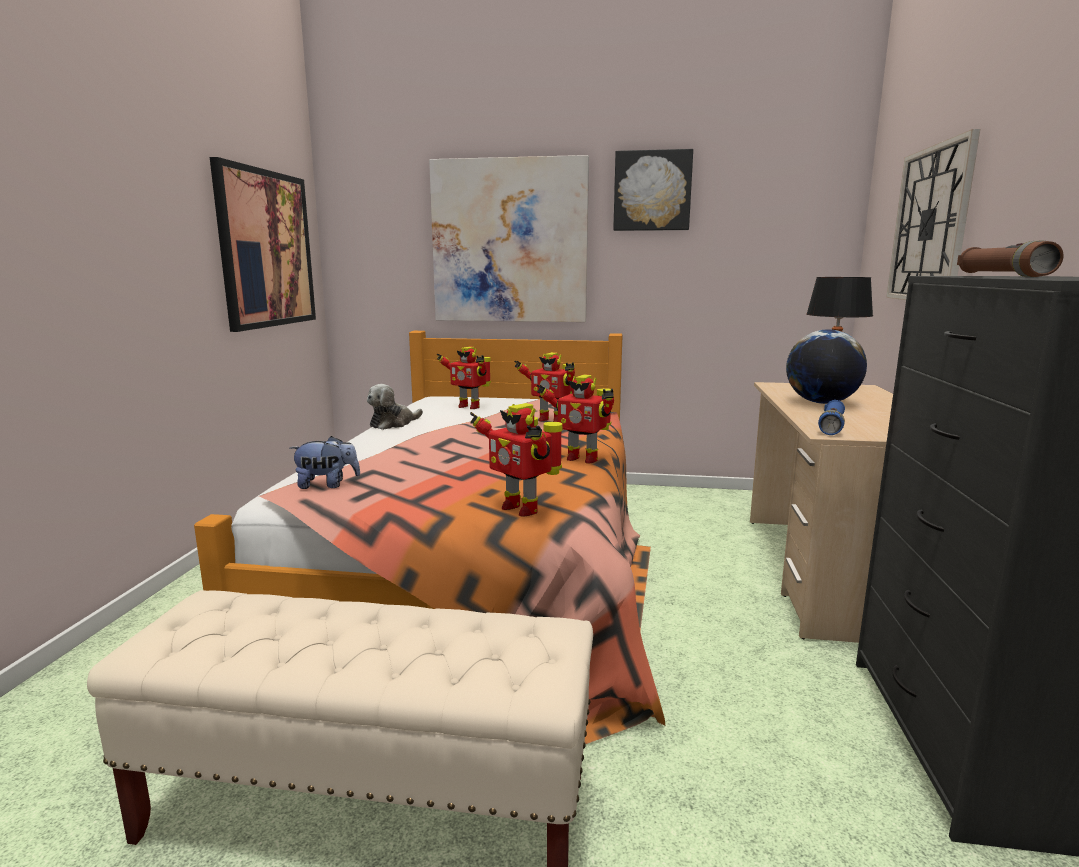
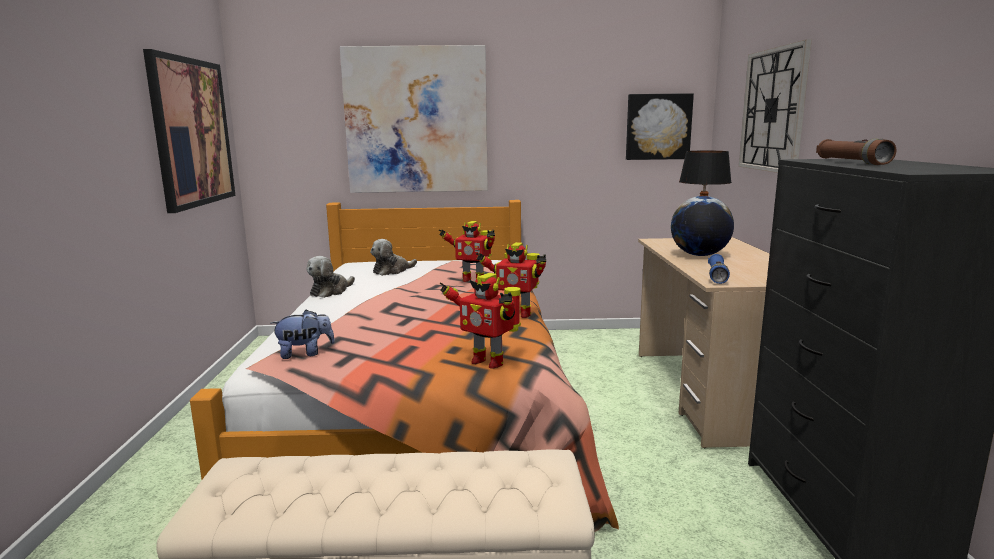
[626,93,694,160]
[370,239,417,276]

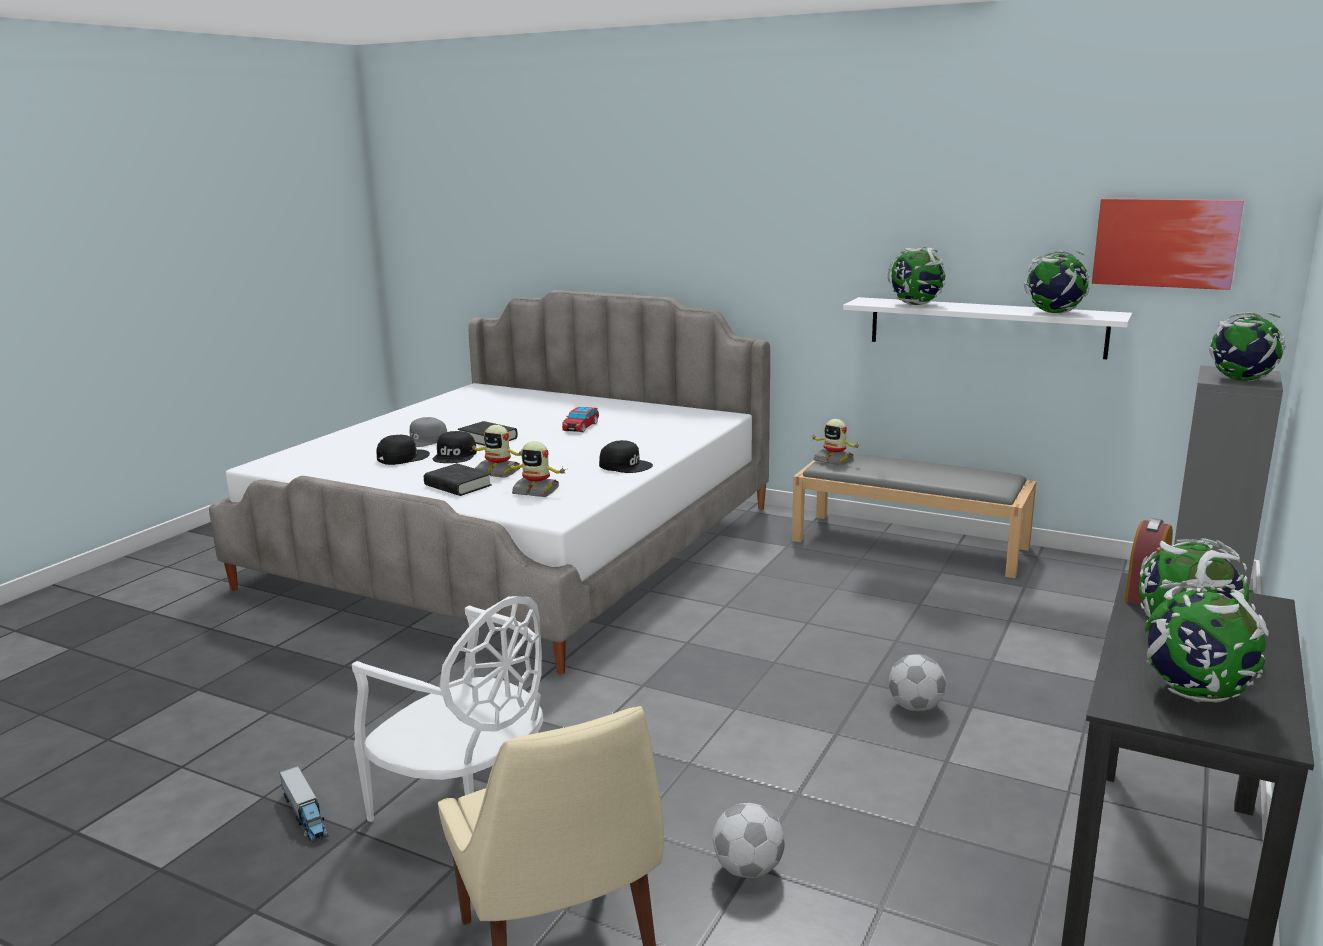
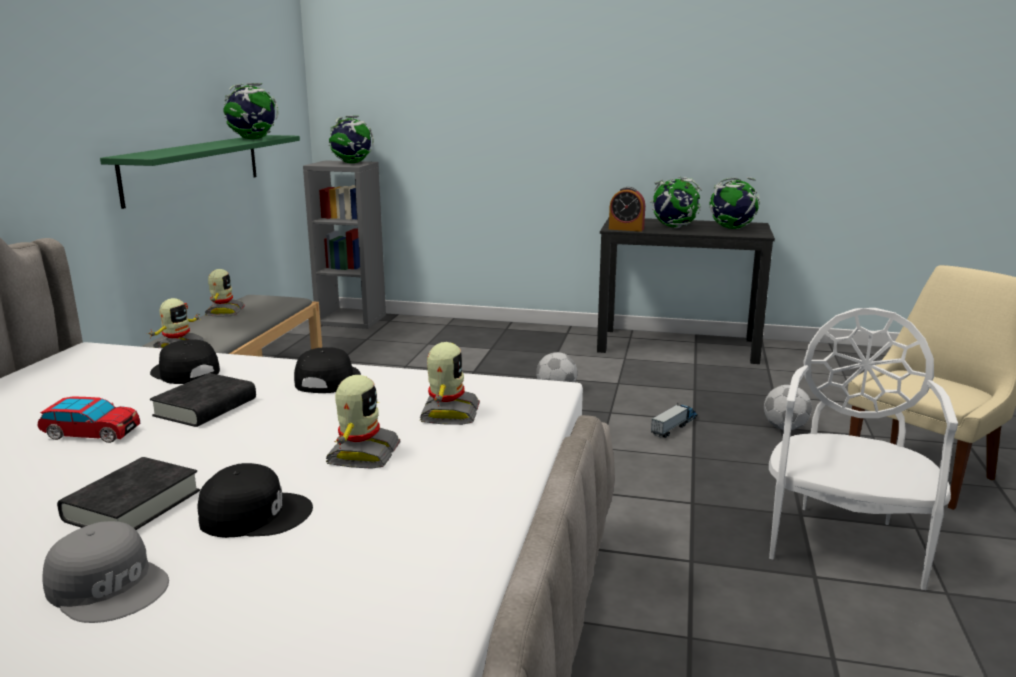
[1092,199,1244,290] (first image)
[888,247,946,305] (first image)
[100,135,300,209]
[150,339,220,384]
[150,373,256,427]
[651,404,698,438]
[205,269,245,317]

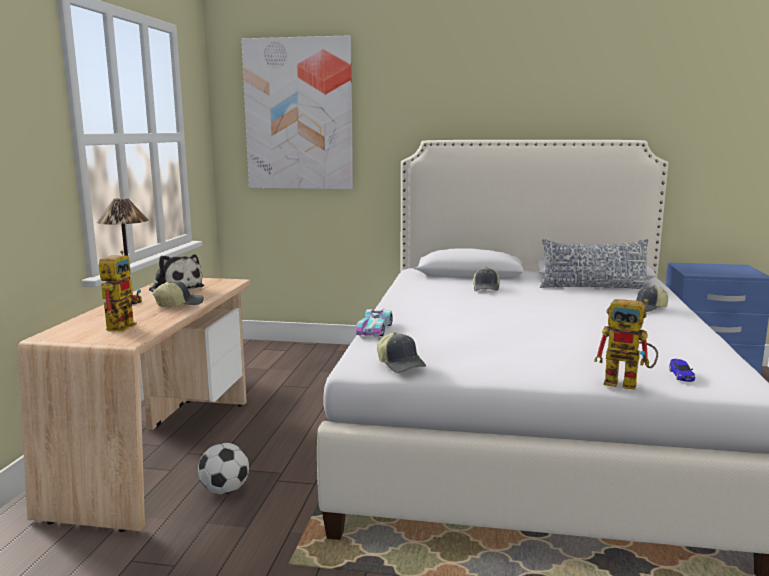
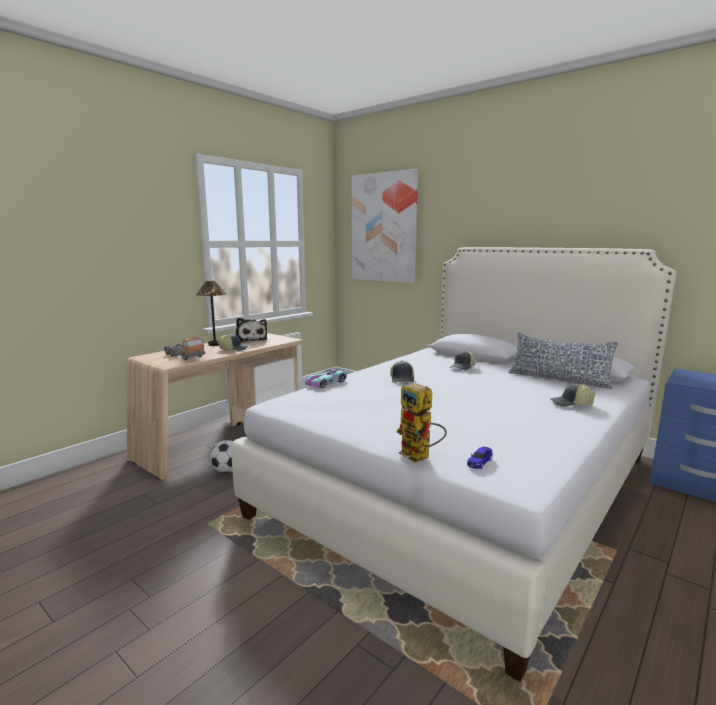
[164,337,206,360]
[390,360,414,383]

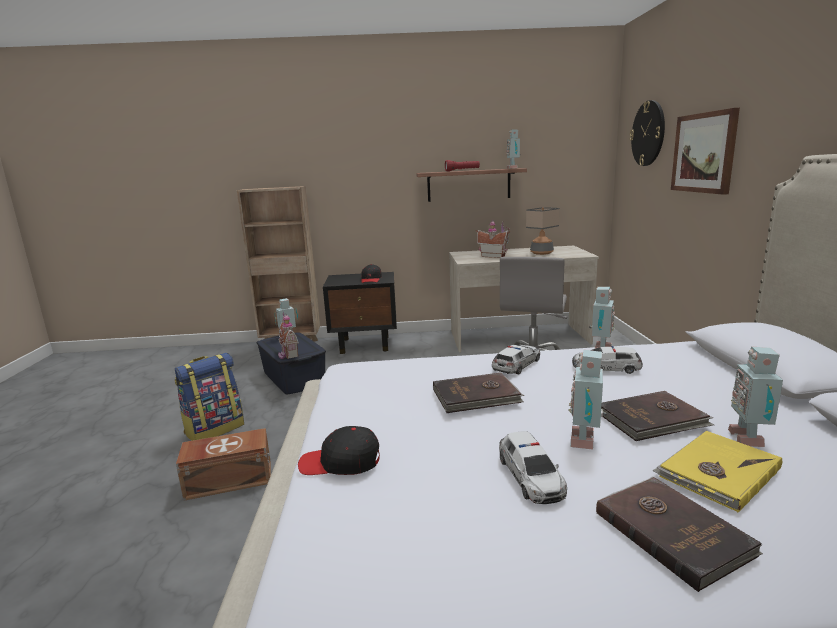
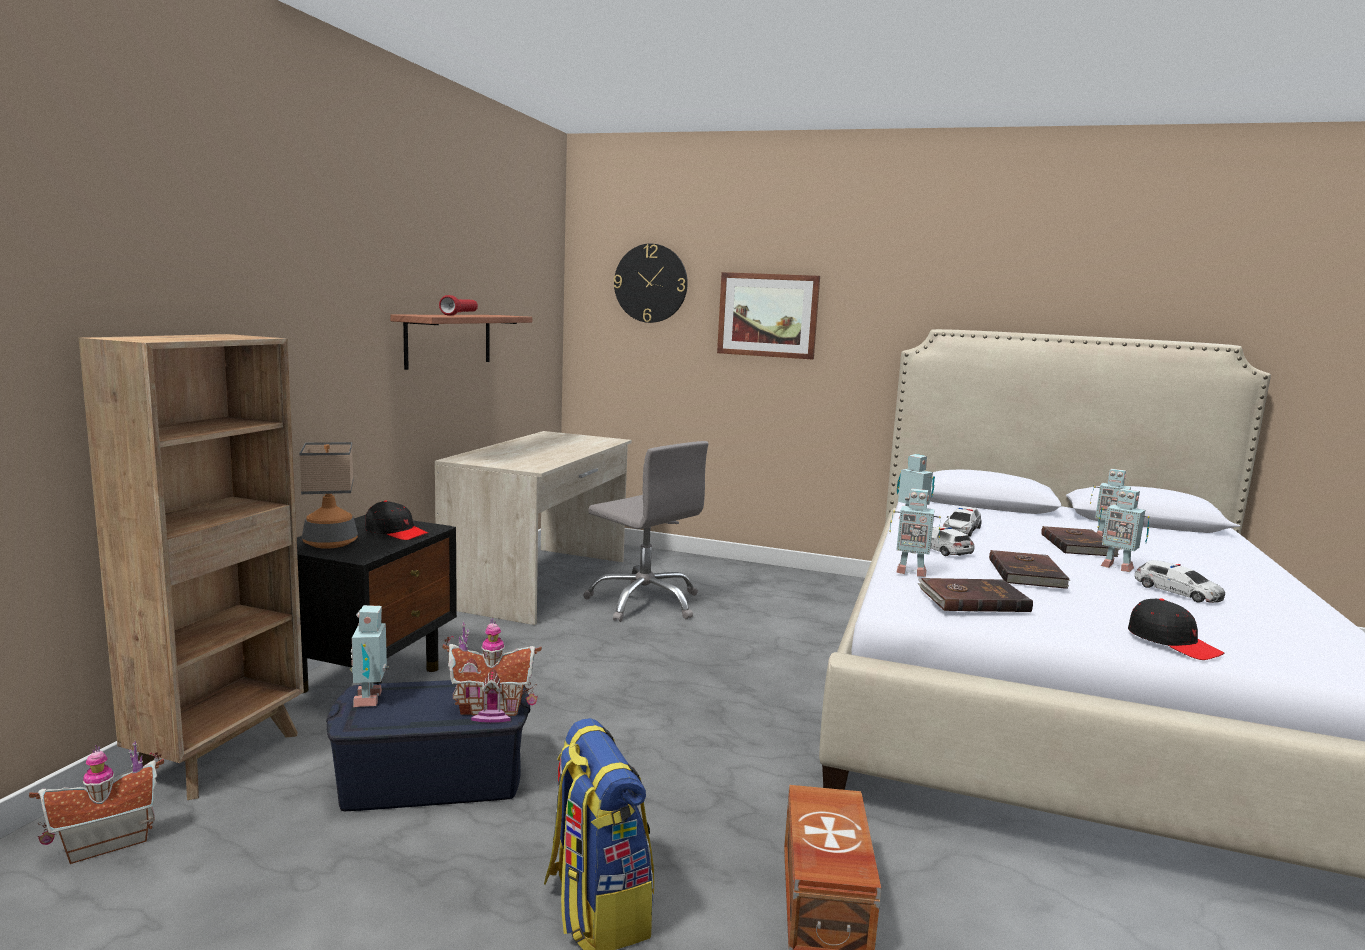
[889,488,941,577]
[299,442,358,549]
[29,741,164,864]
[1128,598,1224,660]
[1135,560,1225,603]
[653,431,782,512] (first image)
[918,578,1033,612]

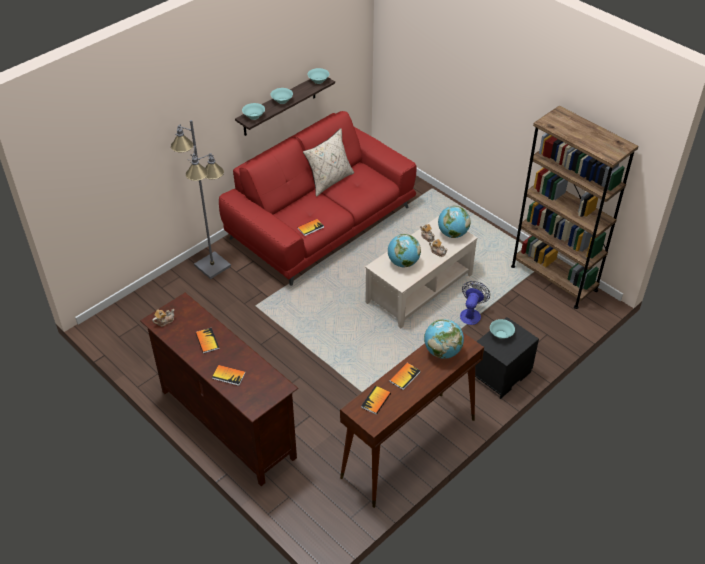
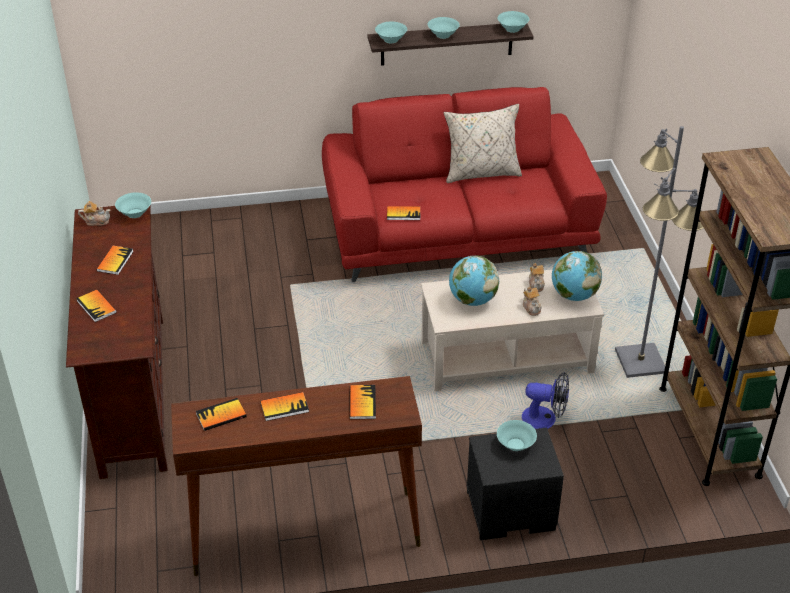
[615,126,704,378]
[522,372,569,429]
[349,385,376,419]
[115,192,151,218]

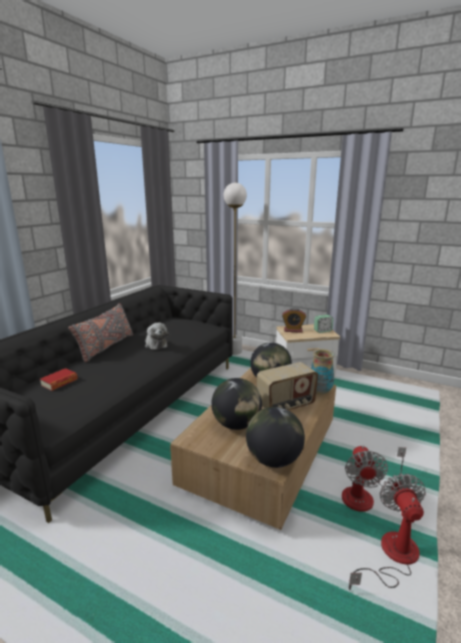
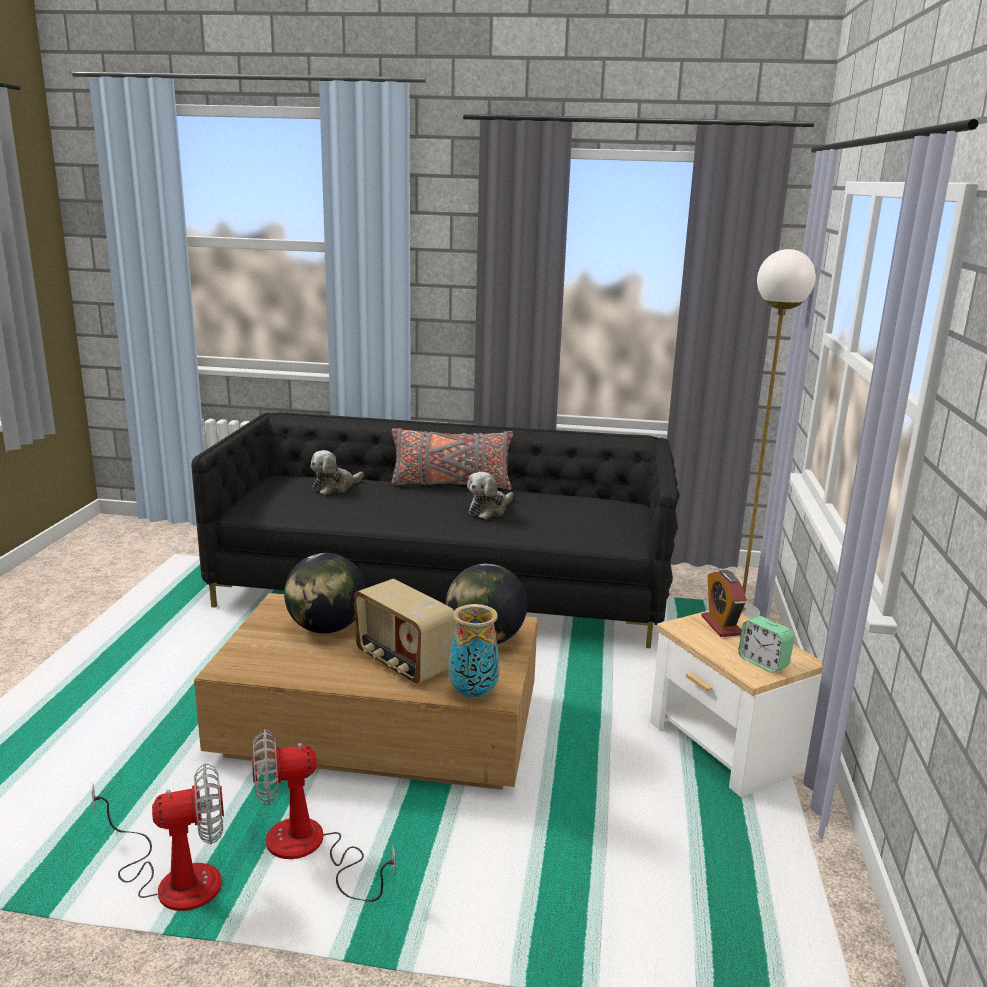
[310,450,364,495]
[246,407,305,468] (first image)

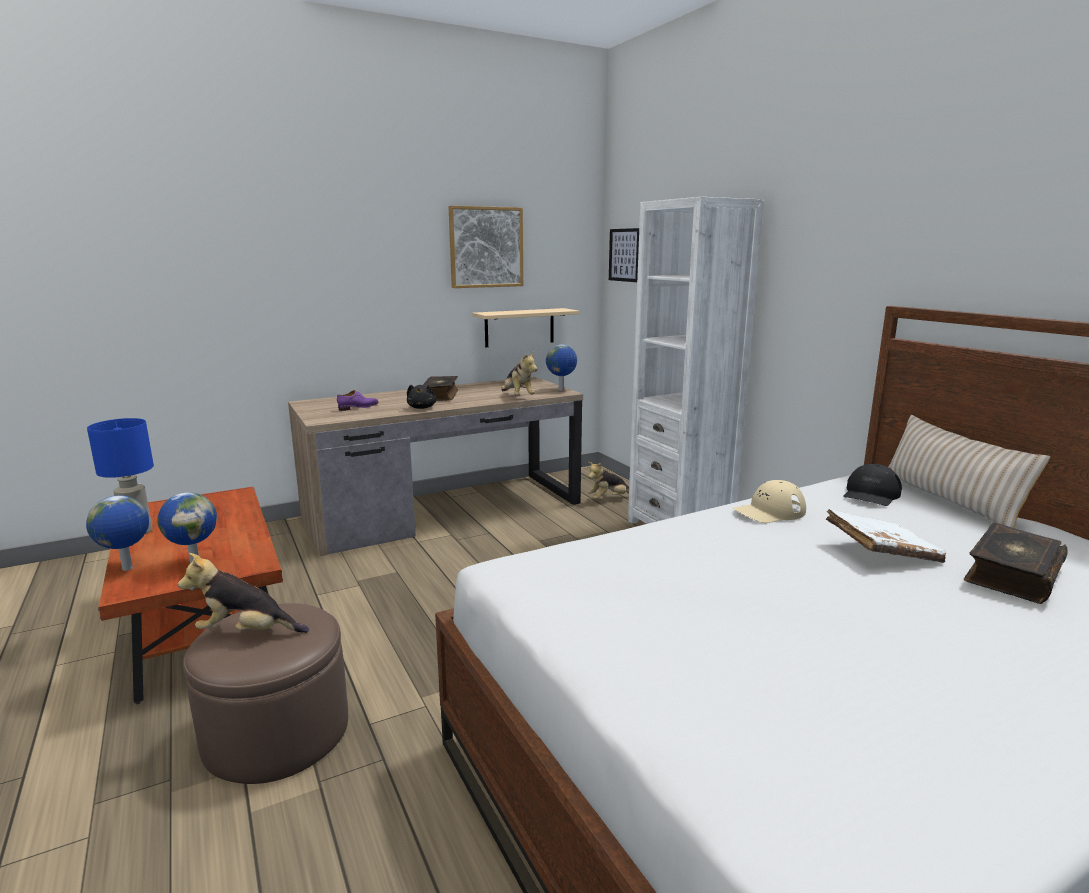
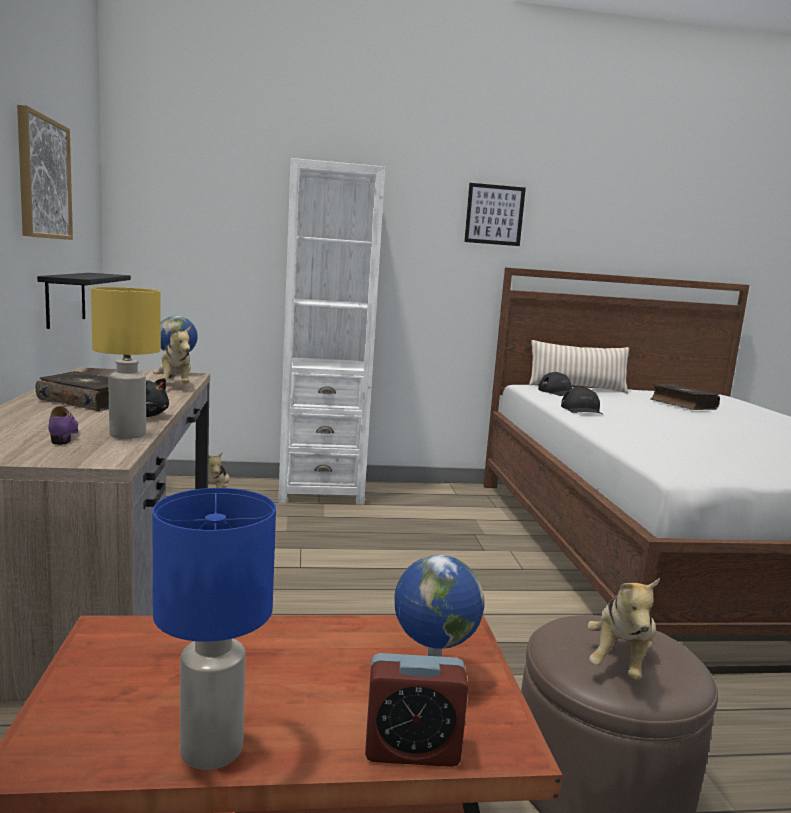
[464,183,526,246]
[37,273,131,329]
[153,326,191,383]
[561,387,602,414]
[365,653,468,767]
[826,509,946,563] (first image)
[91,287,161,439]

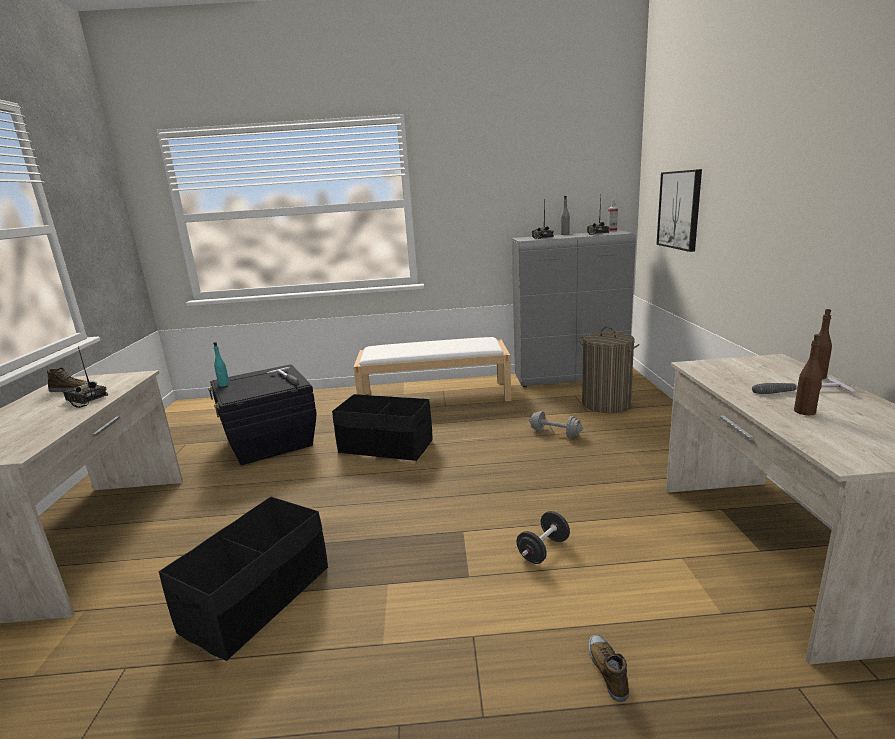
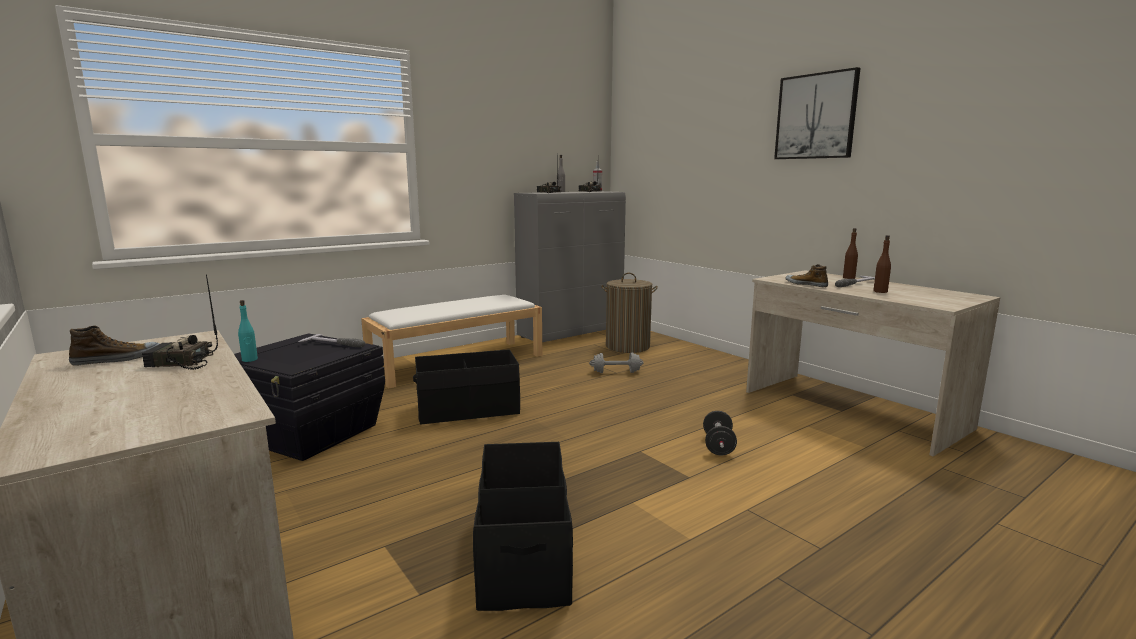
[774,67,860,159]
[785,264,828,287]

